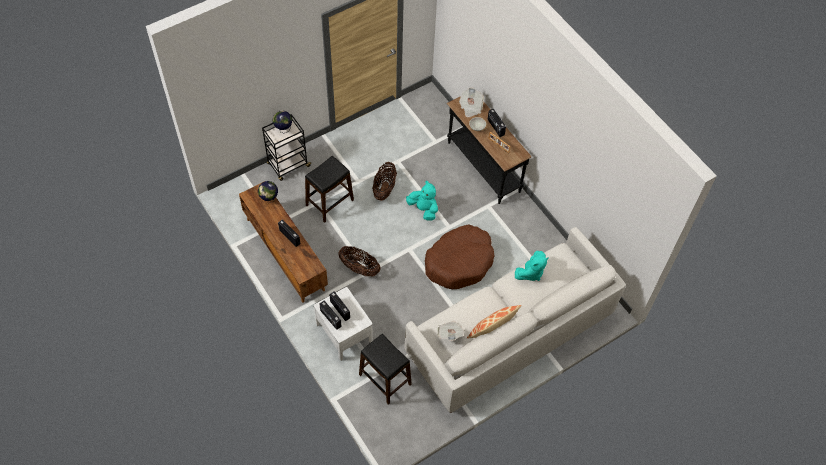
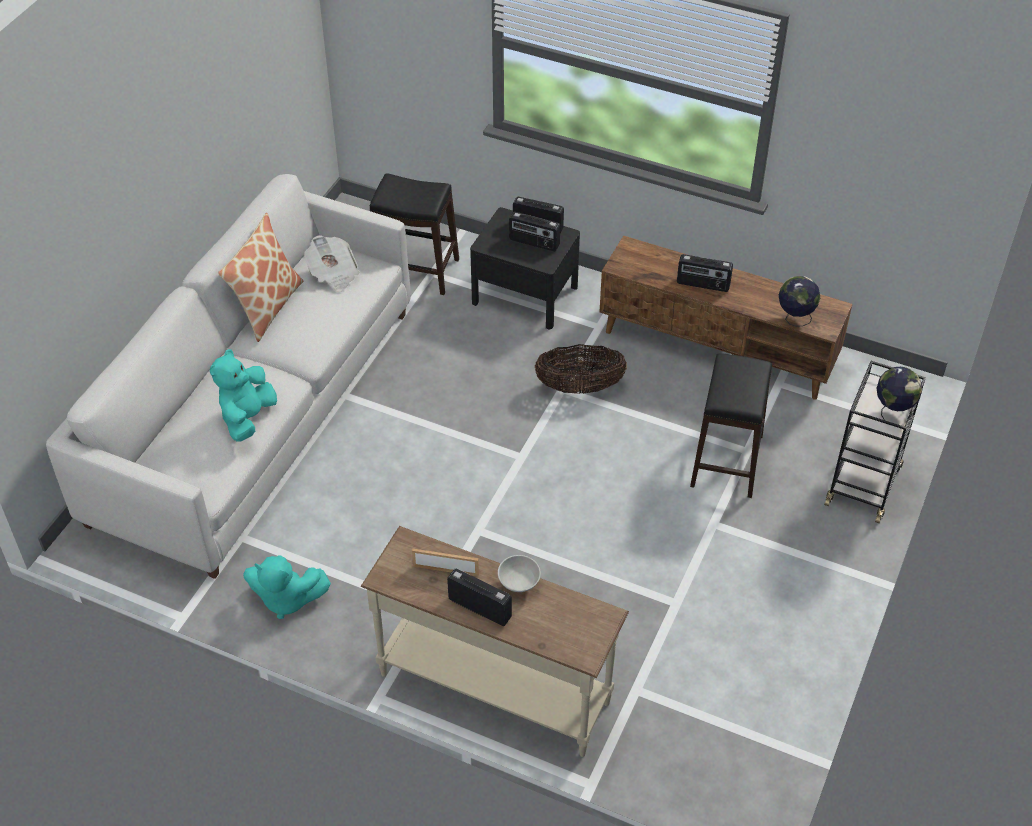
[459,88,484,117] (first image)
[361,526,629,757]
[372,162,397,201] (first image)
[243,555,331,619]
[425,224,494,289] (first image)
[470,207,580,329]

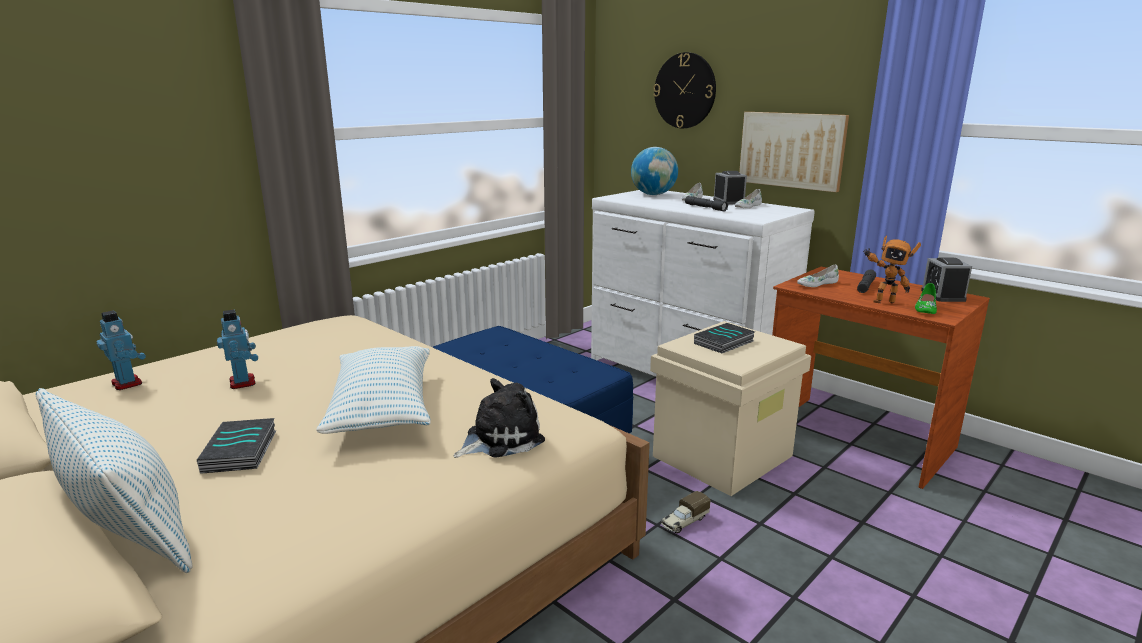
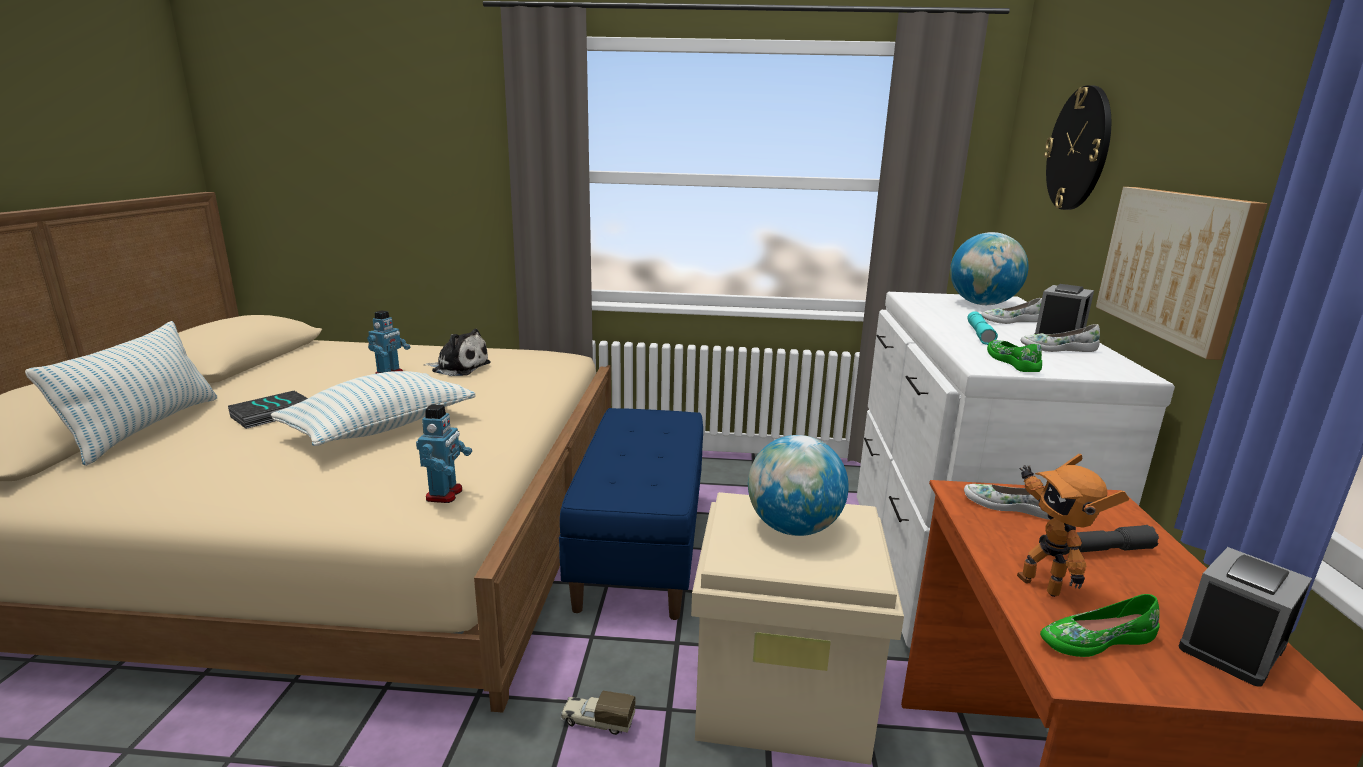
[968,311,998,345]
[416,404,472,503]
[748,435,849,536]
[424,329,491,376]
[987,340,1042,372]

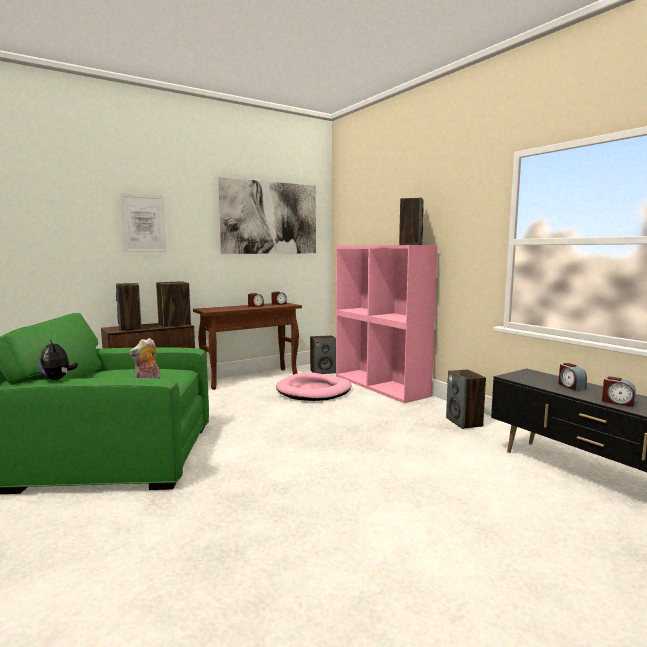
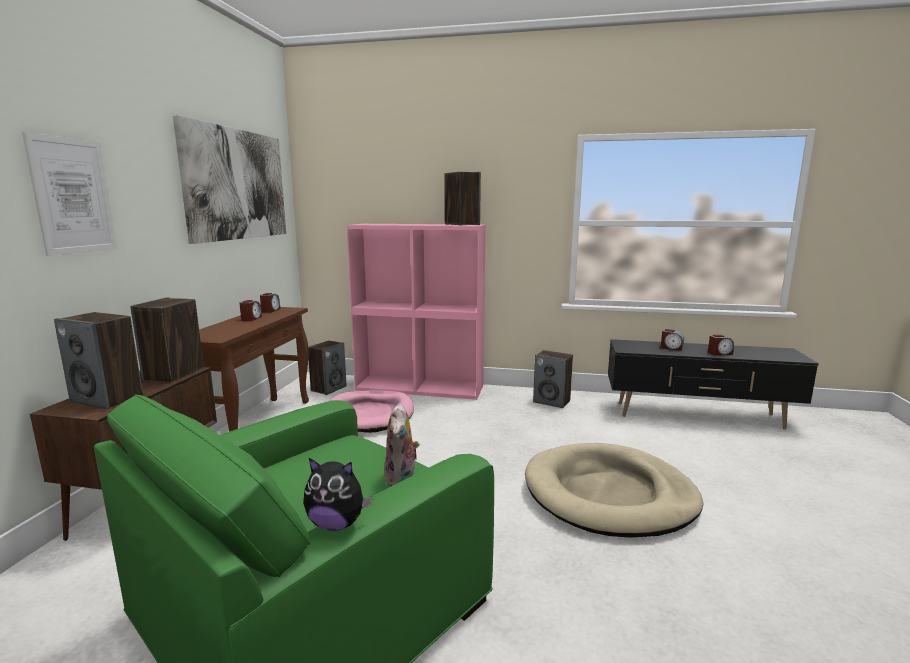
[525,443,703,538]

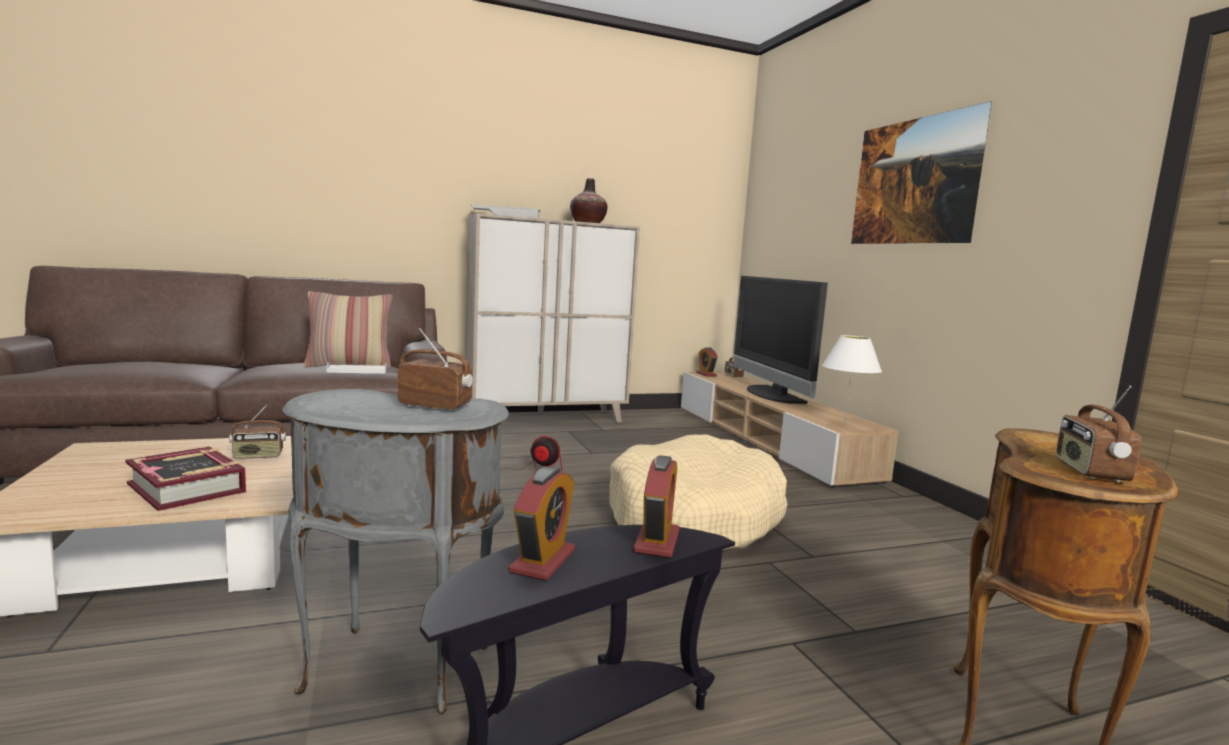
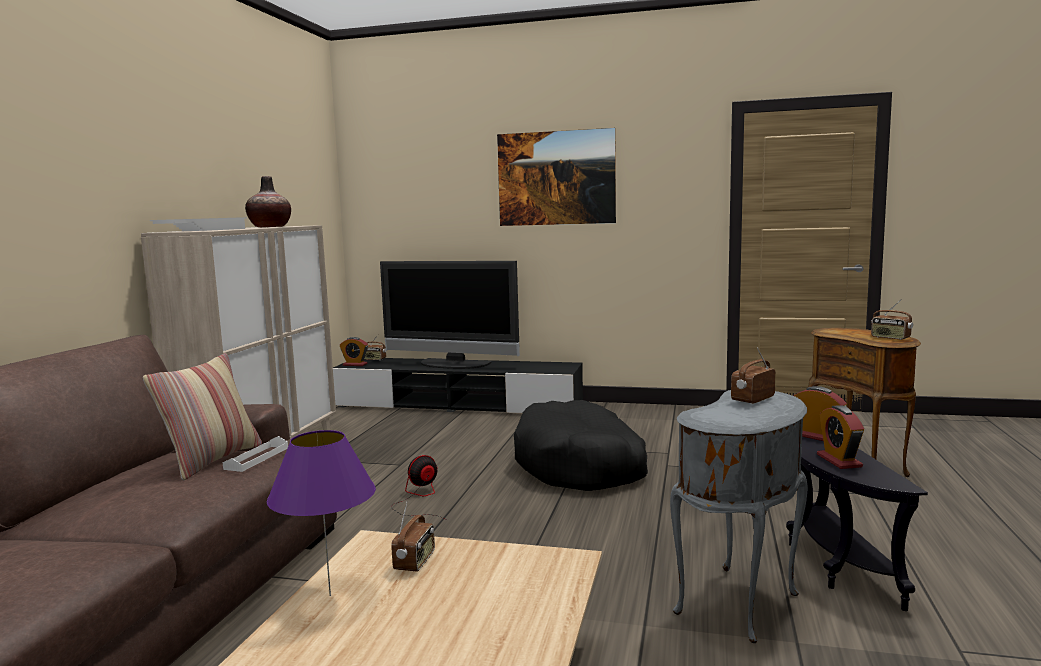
[822,335,882,426] (first image)
[333,358,583,413]
[514,400,648,491]
[125,446,246,511] (first image)
[817,405,864,469]
[267,430,376,596]

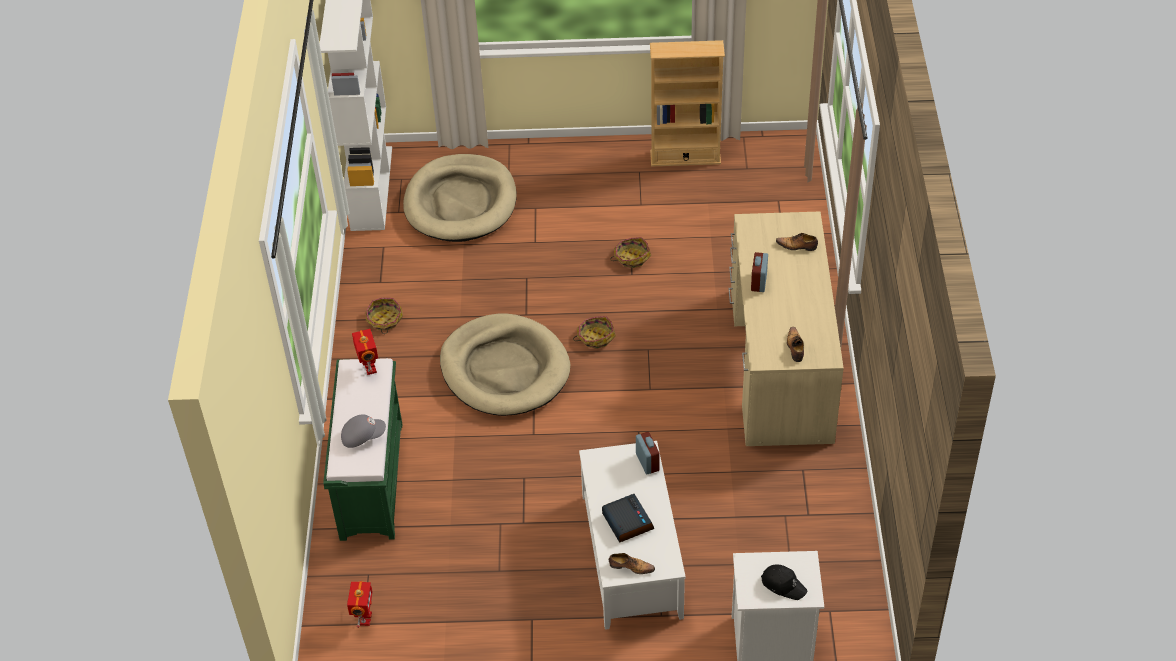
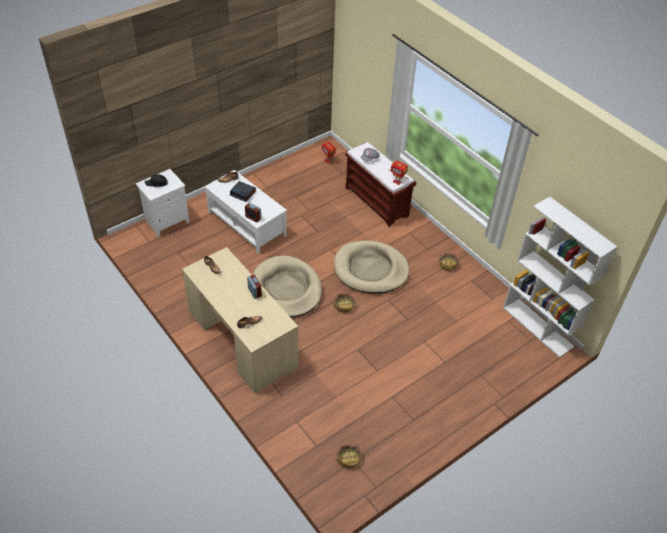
[650,40,725,167] (first image)
[252,255,322,317]
[336,445,362,469]
[345,142,416,227]

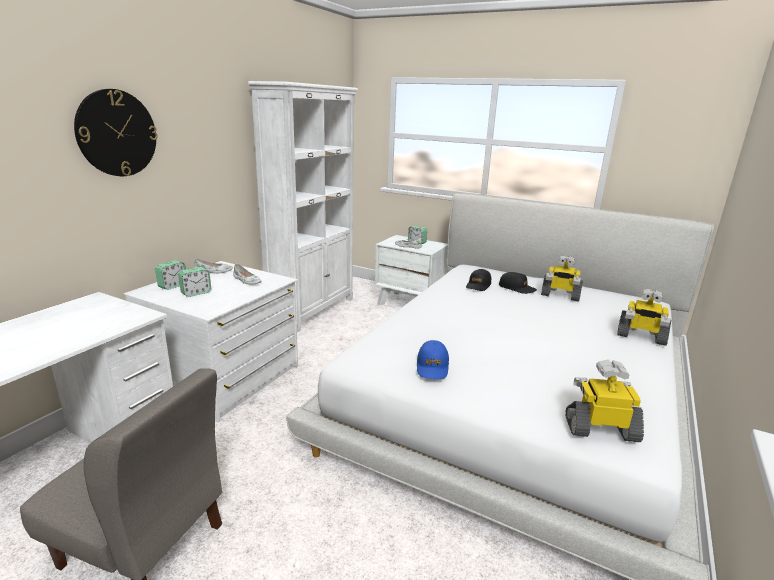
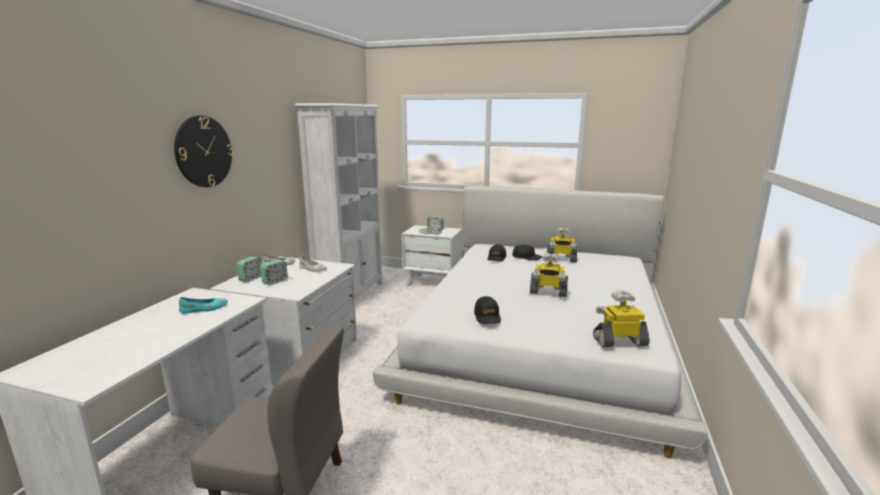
[530,253,568,297]
[474,296,501,324]
[179,297,228,314]

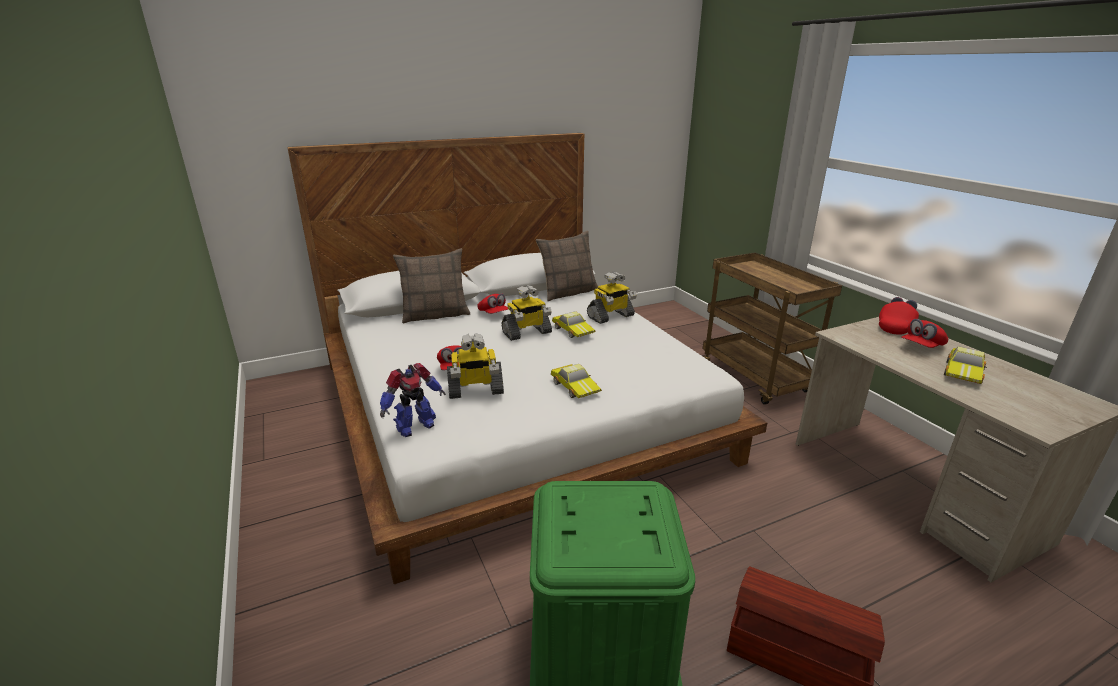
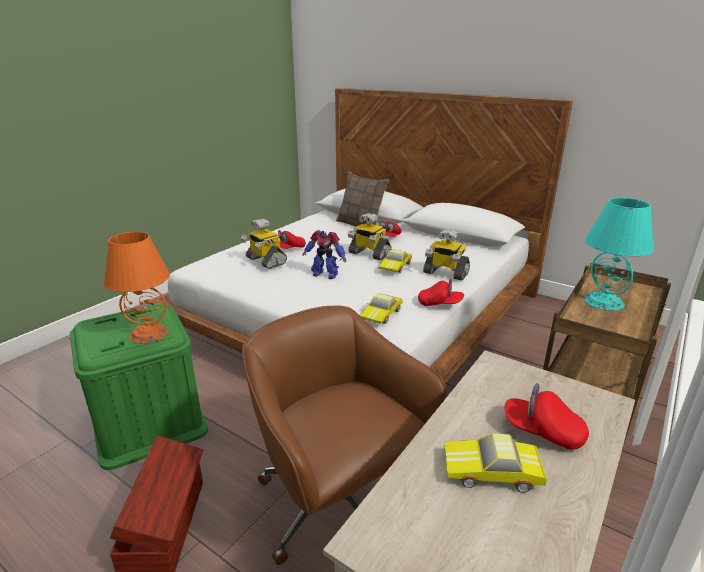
[536,231,598,301] (first image)
[418,279,464,306]
[303,230,346,279]
[360,293,403,324]
[584,198,654,311]
[104,232,170,344]
[242,306,446,565]

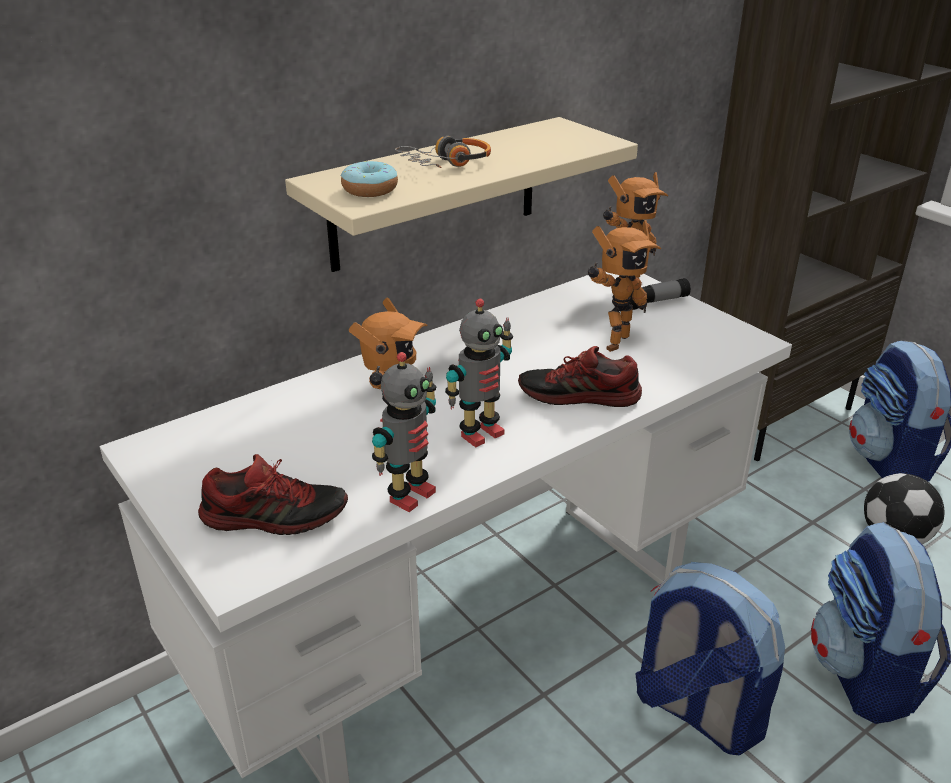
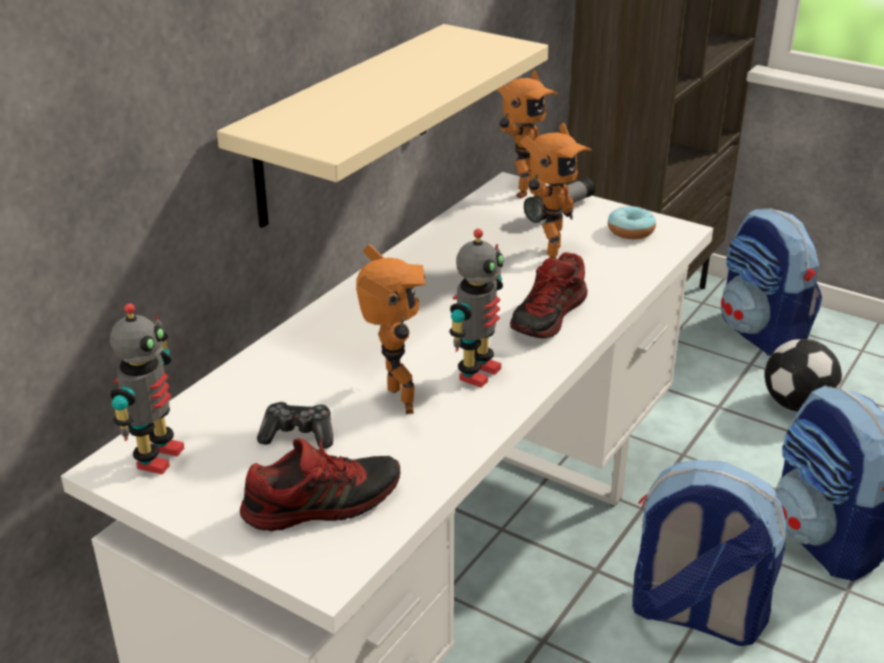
[395,136,491,168] (first image)
[608,206,656,239]
[510,252,588,338]
[110,303,184,475]
[257,402,333,449]

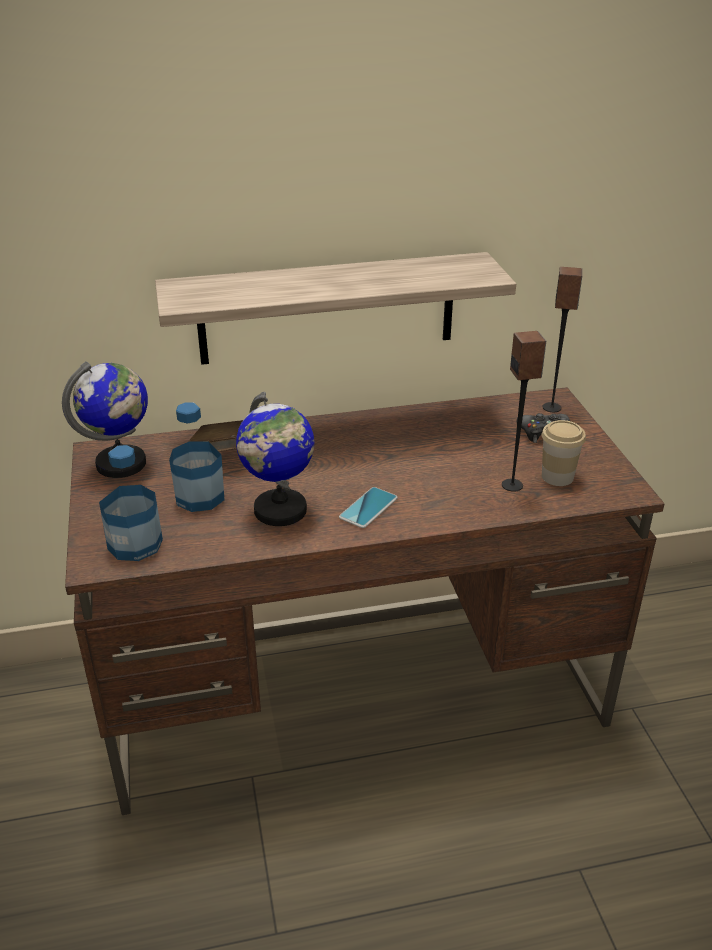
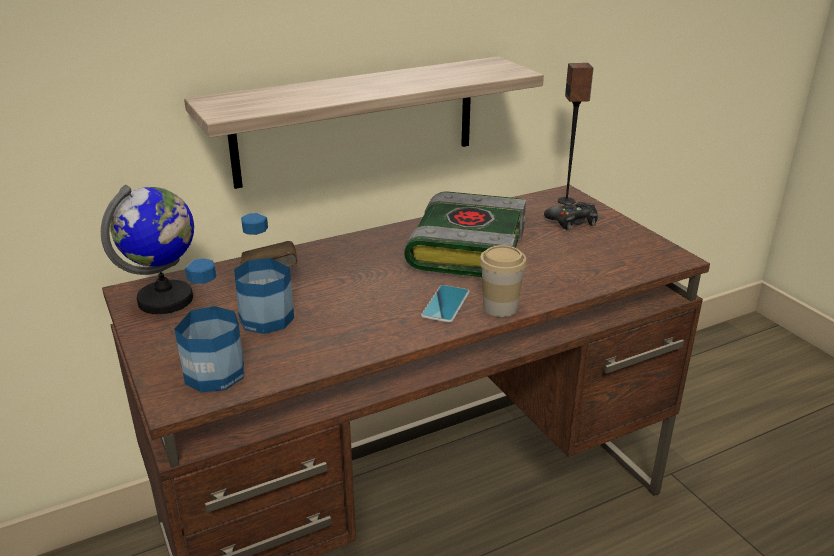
[502,331,546,492] (first image)
[236,392,314,526] (first image)
[479,245,527,317]
[404,191,526,277]

